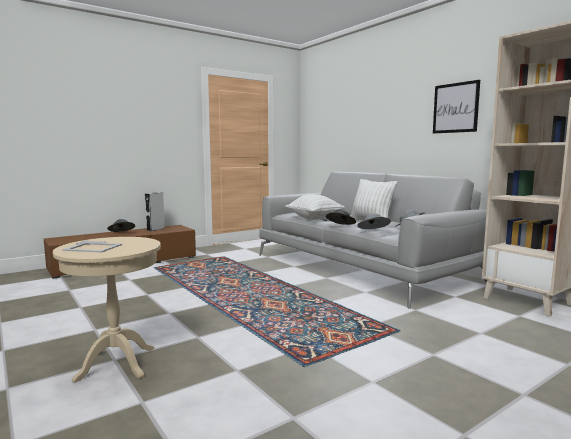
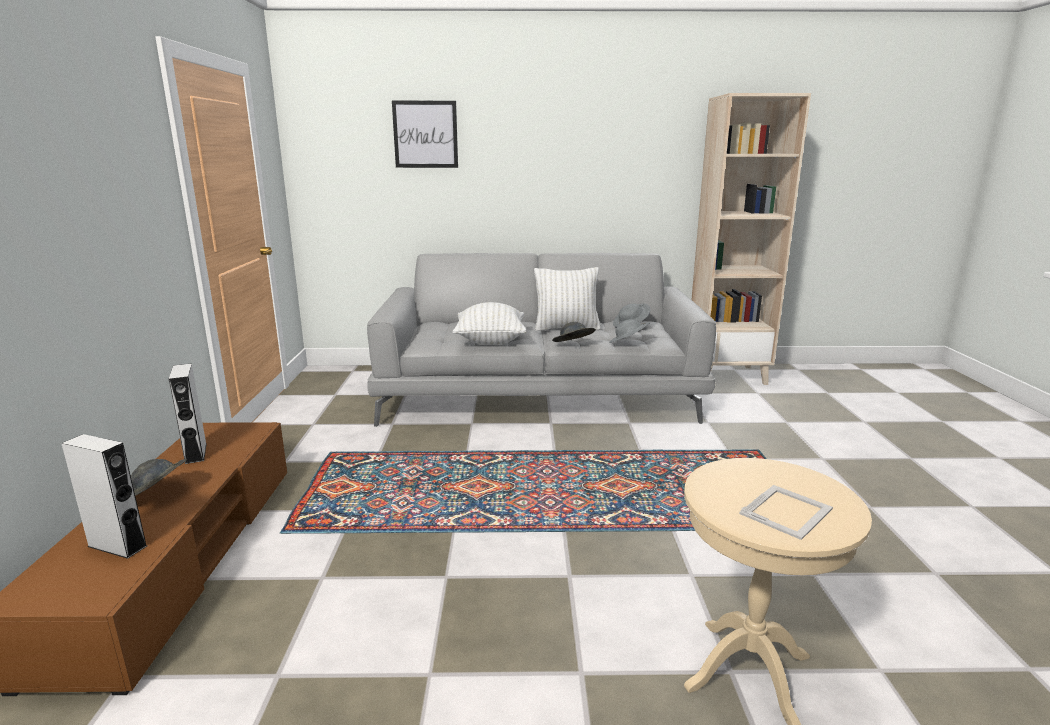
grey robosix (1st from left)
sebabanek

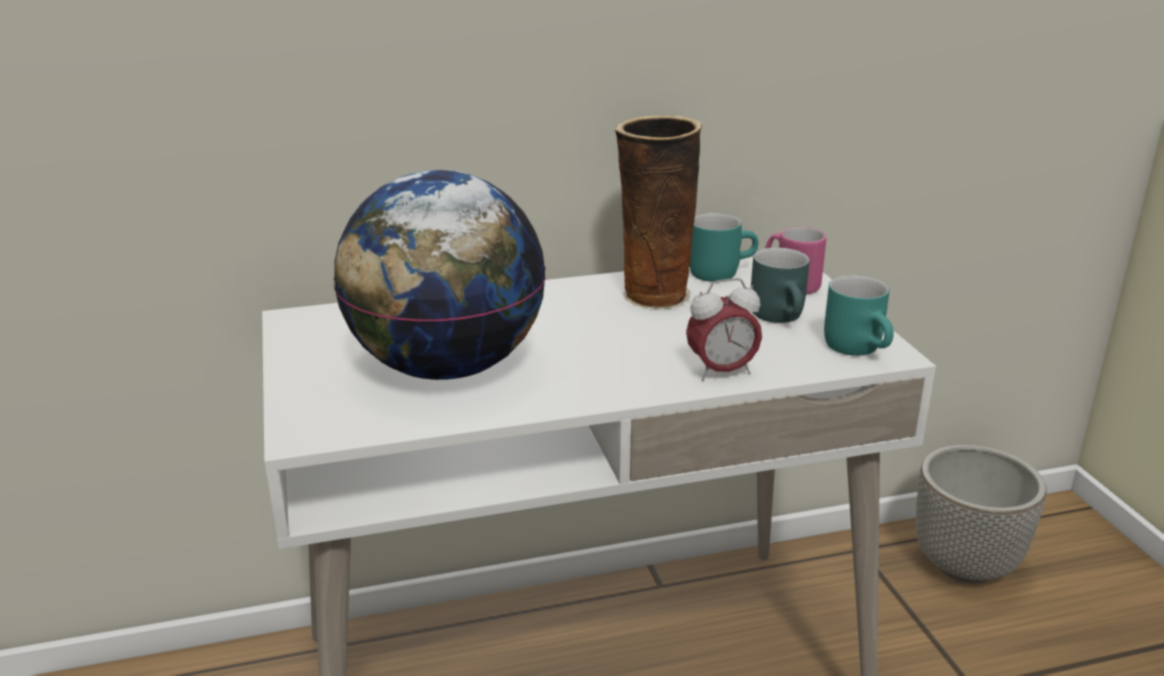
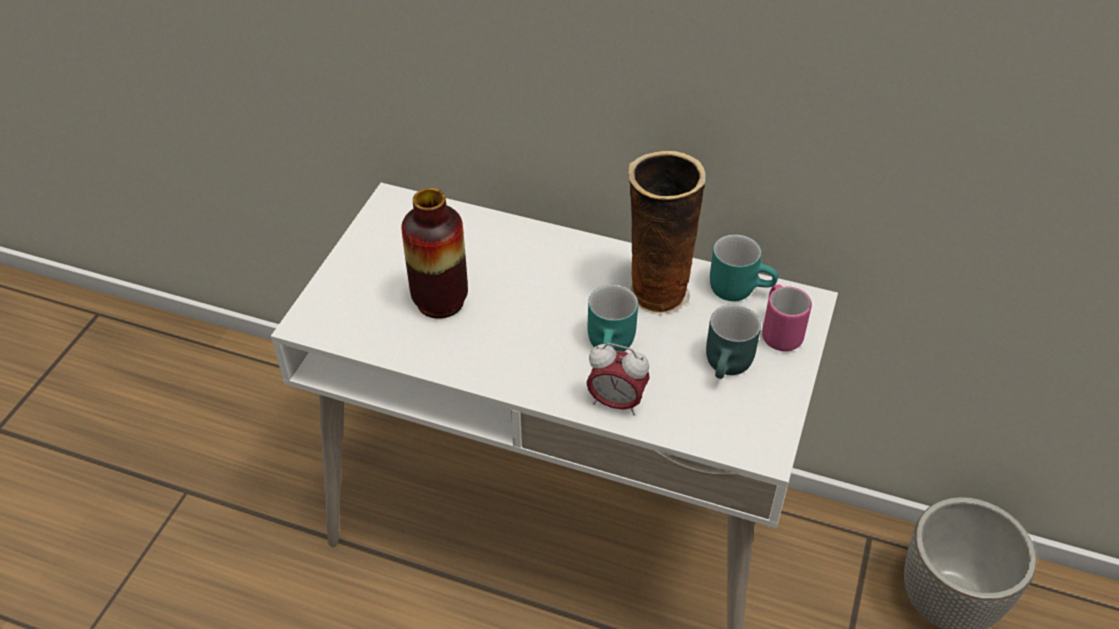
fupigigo (1st from left)
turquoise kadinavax (1st from left)

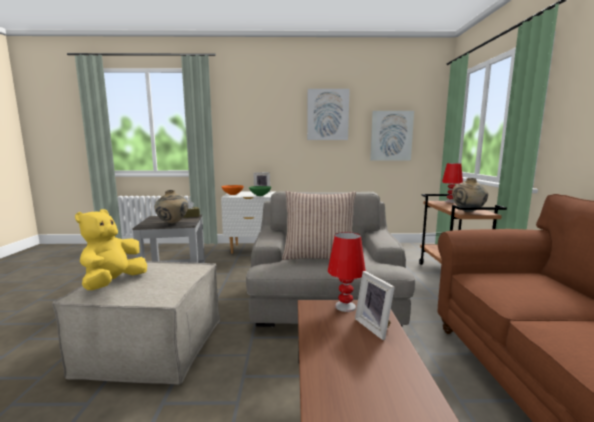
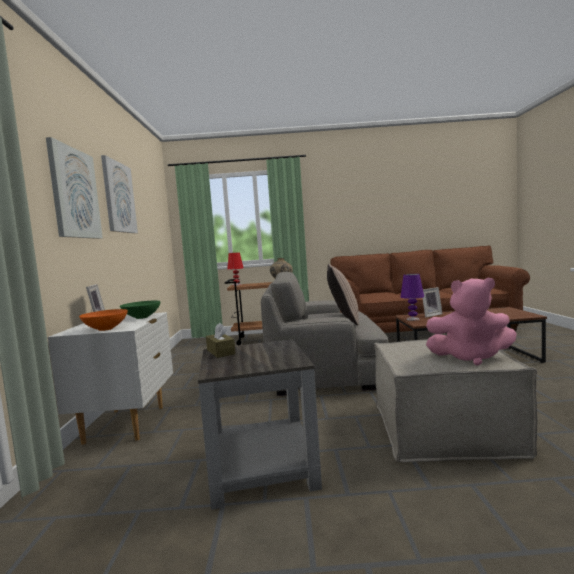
sebabanek (1st from left)
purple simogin
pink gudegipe
beige fupigigo (1st from left in the first image)

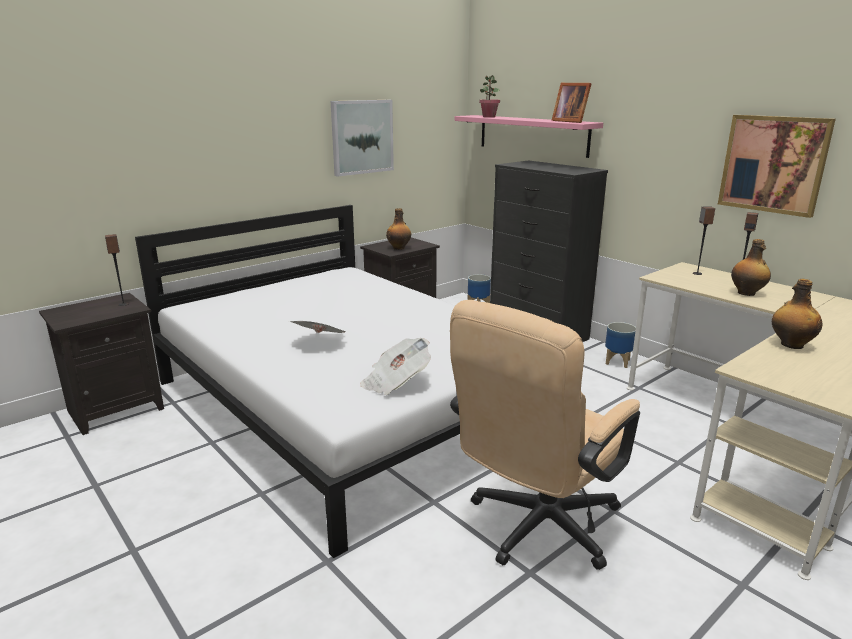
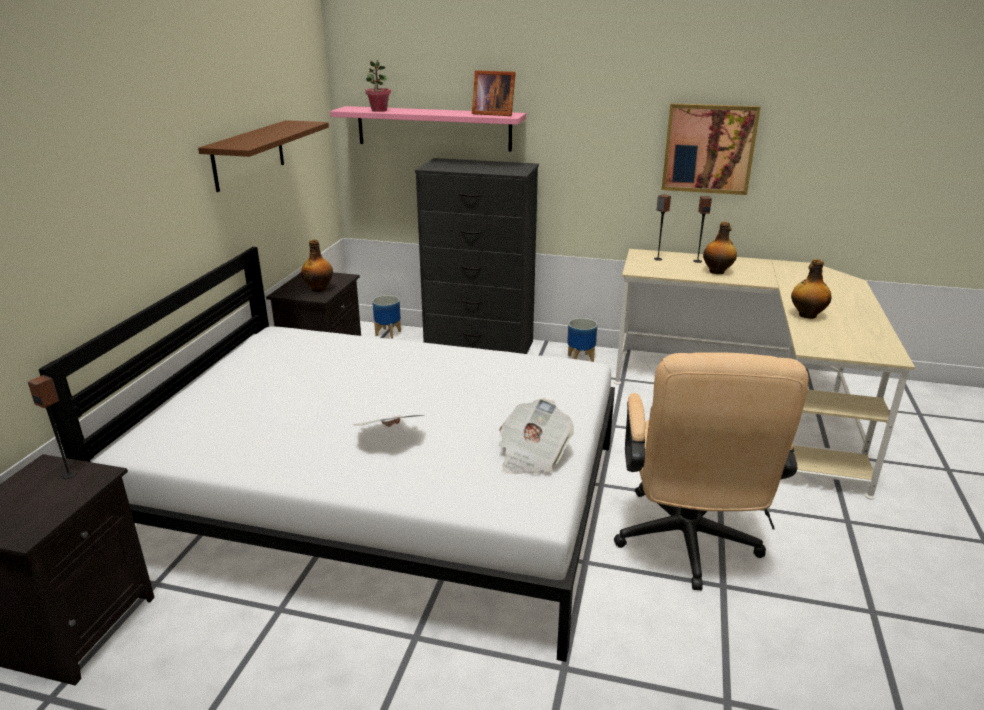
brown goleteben

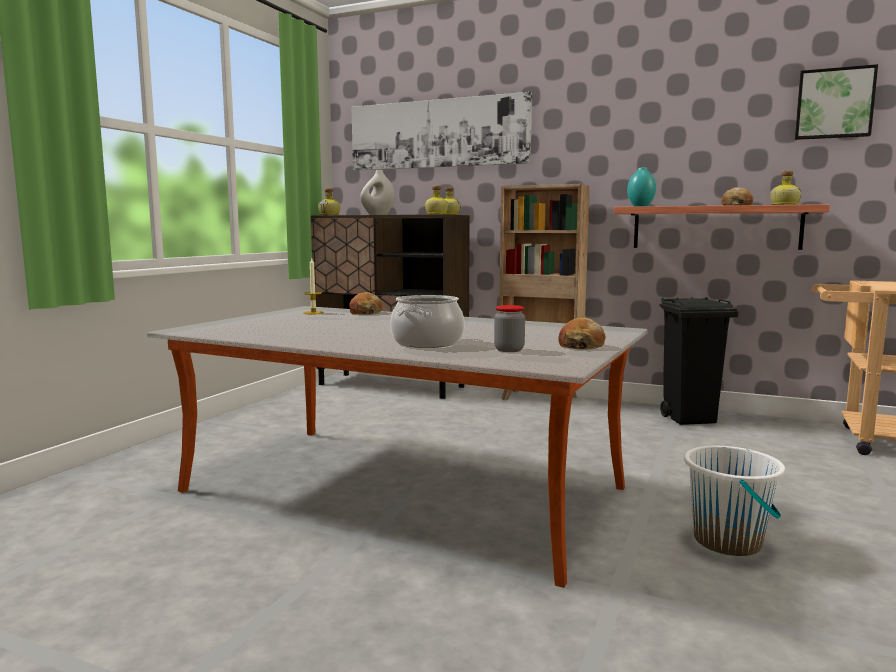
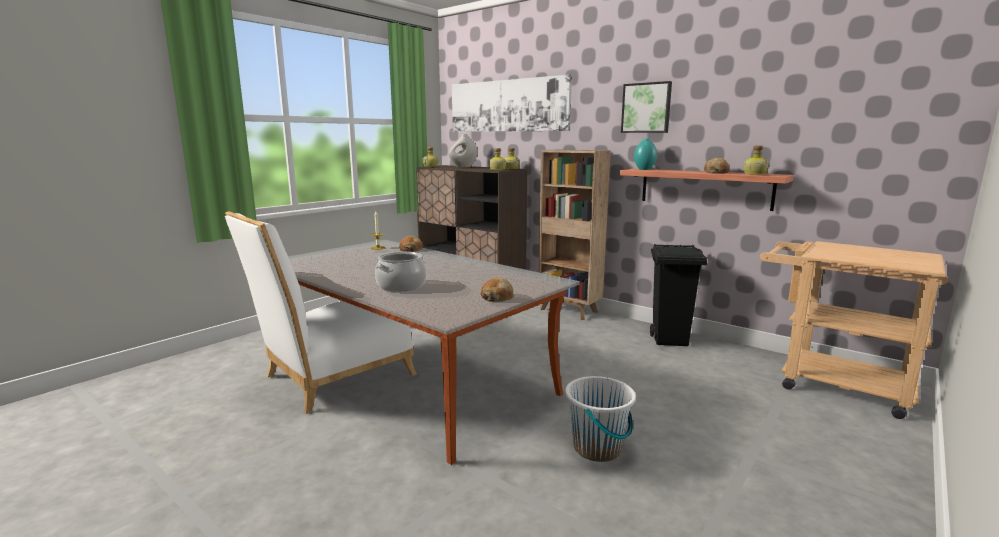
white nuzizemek
sebabanek (2nd from left)
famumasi

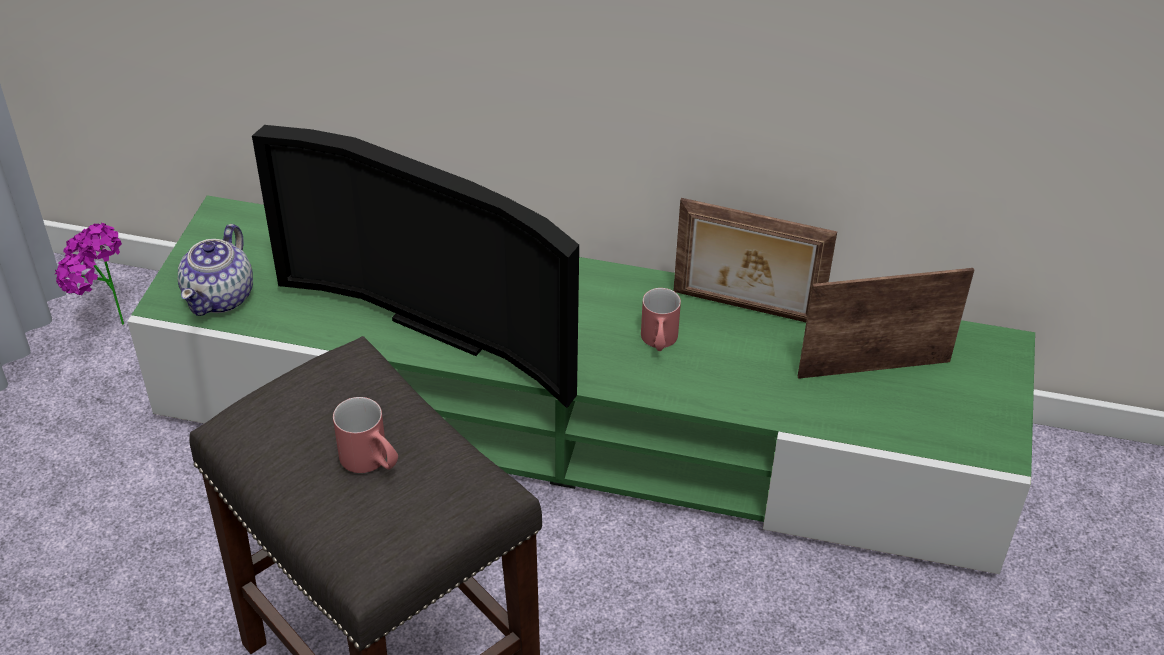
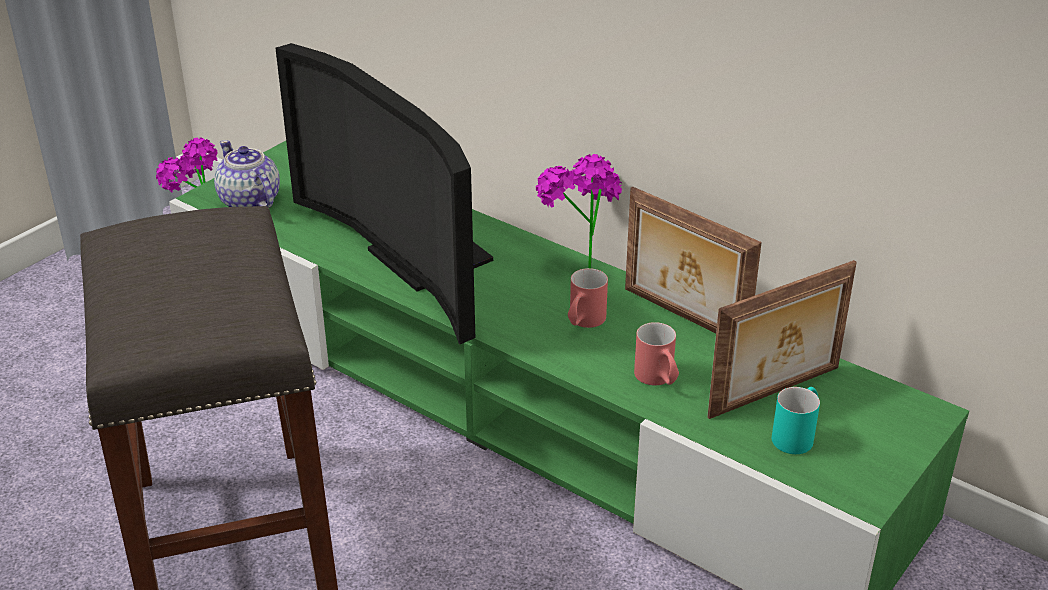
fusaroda
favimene (2nd from left)
red kadinavax (2nd from left)
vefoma (2nd from left)
turquoise kadinavax

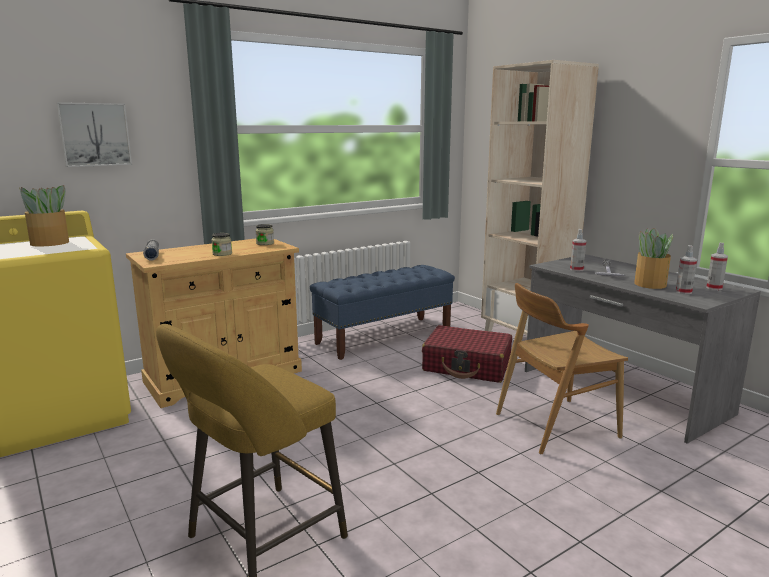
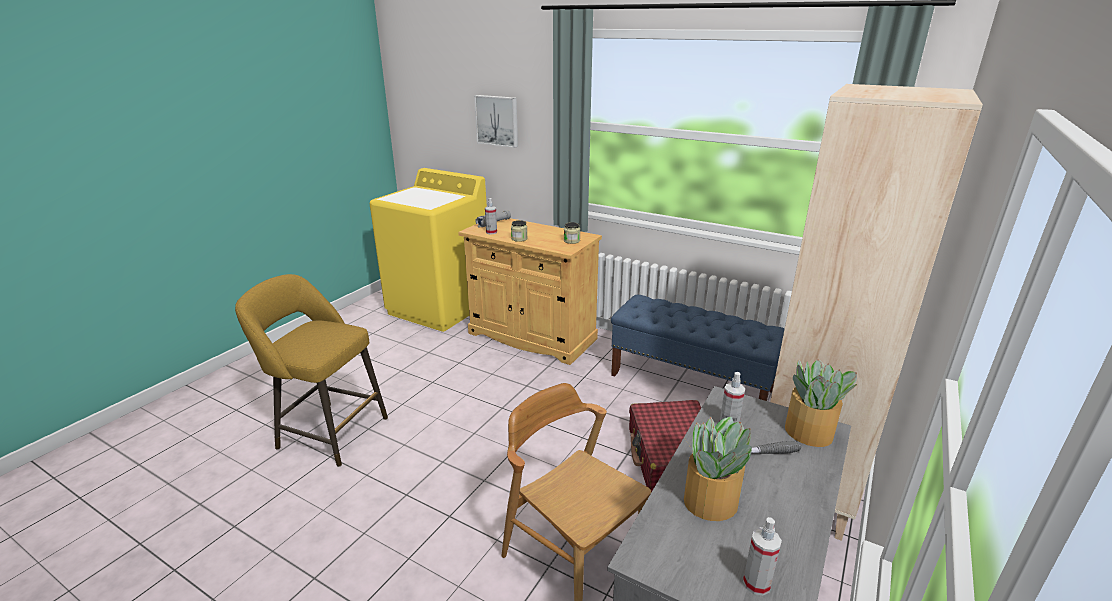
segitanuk (1st from left)
favimene (2nd from left)

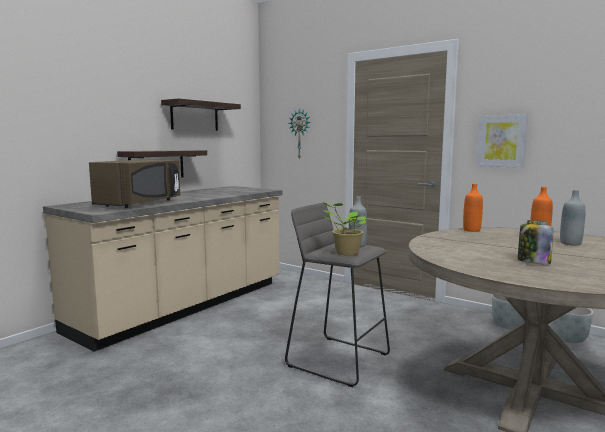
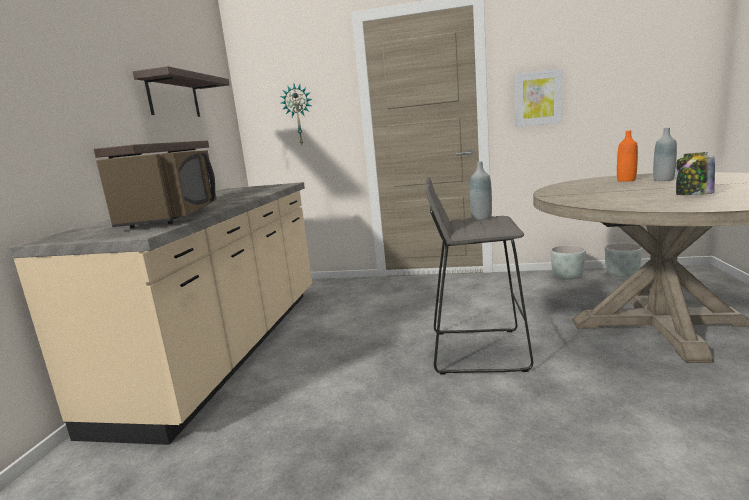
favimene
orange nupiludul (1st from left in the first image)

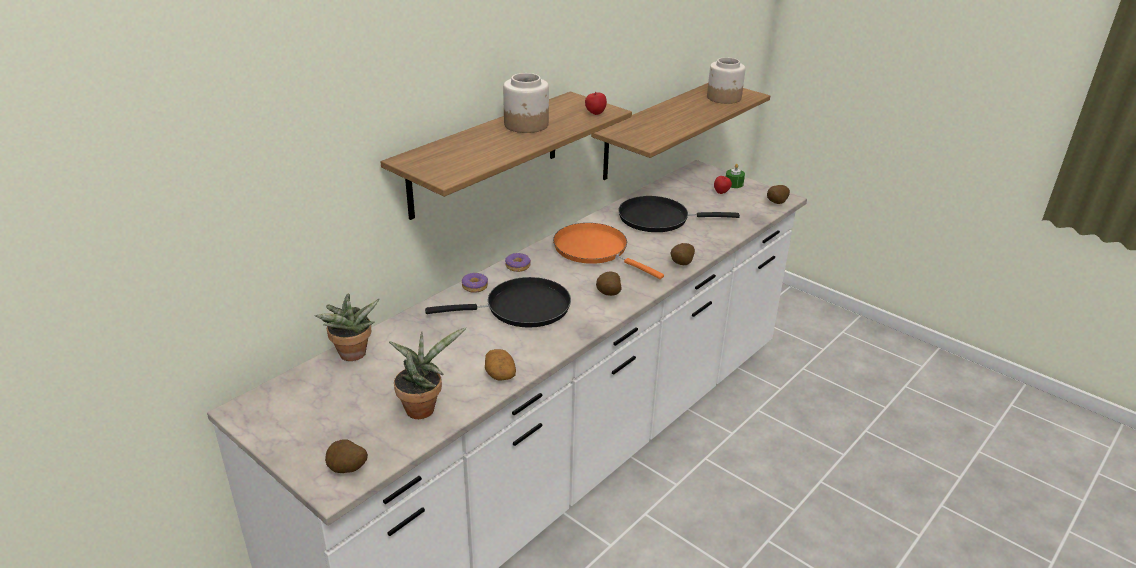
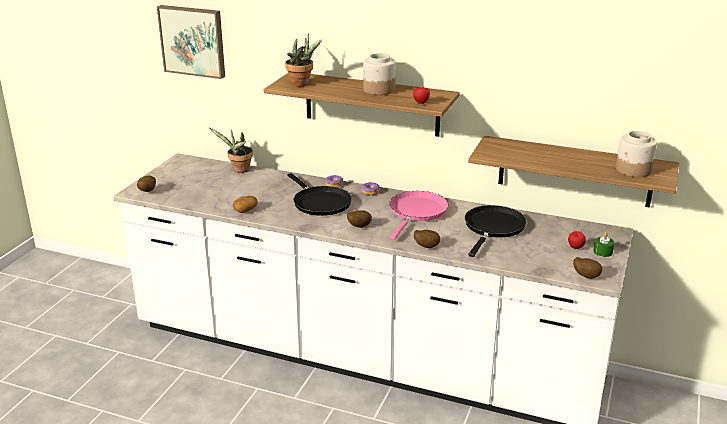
sebabanek
favimene (2nd from left)
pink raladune
black raladune (2nd from left)

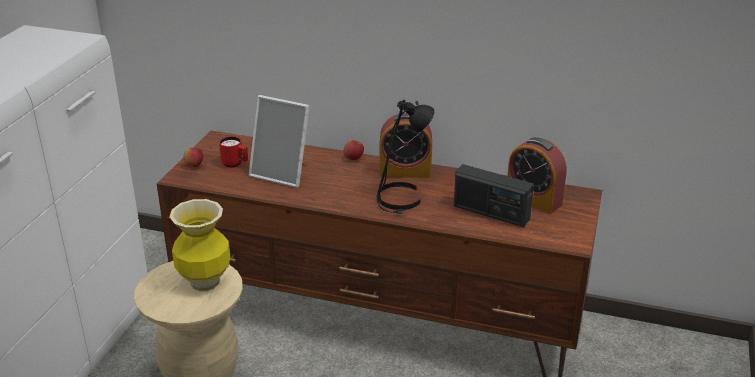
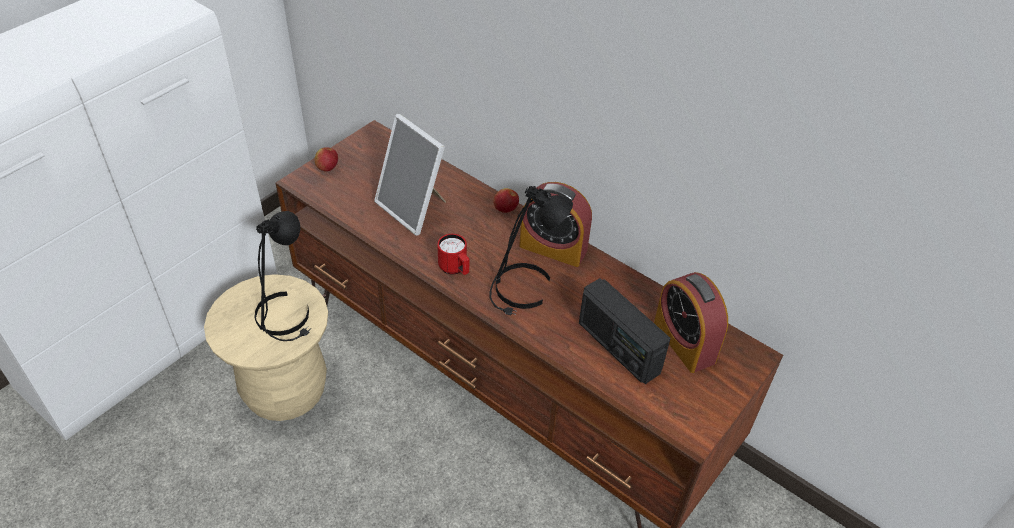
black simogin (1st from left)
red kadinavax

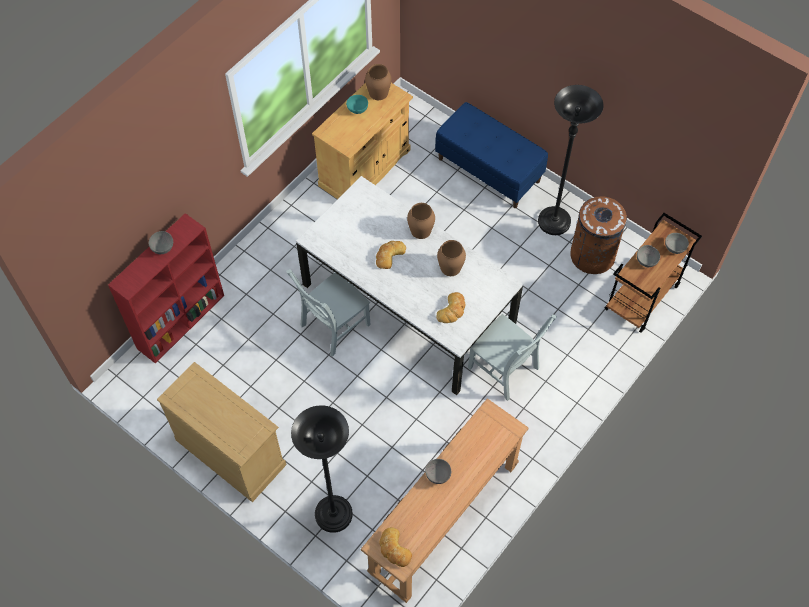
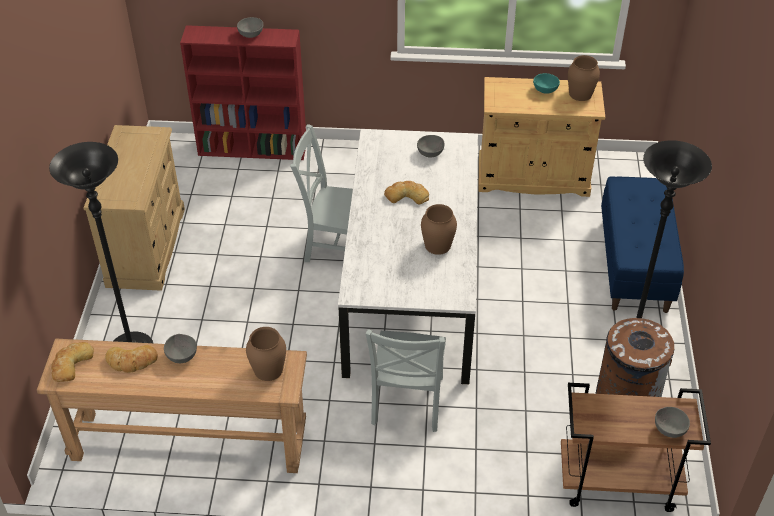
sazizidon (2nd from left)
brown fupigigo (1st from left)
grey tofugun (3rd from left)

